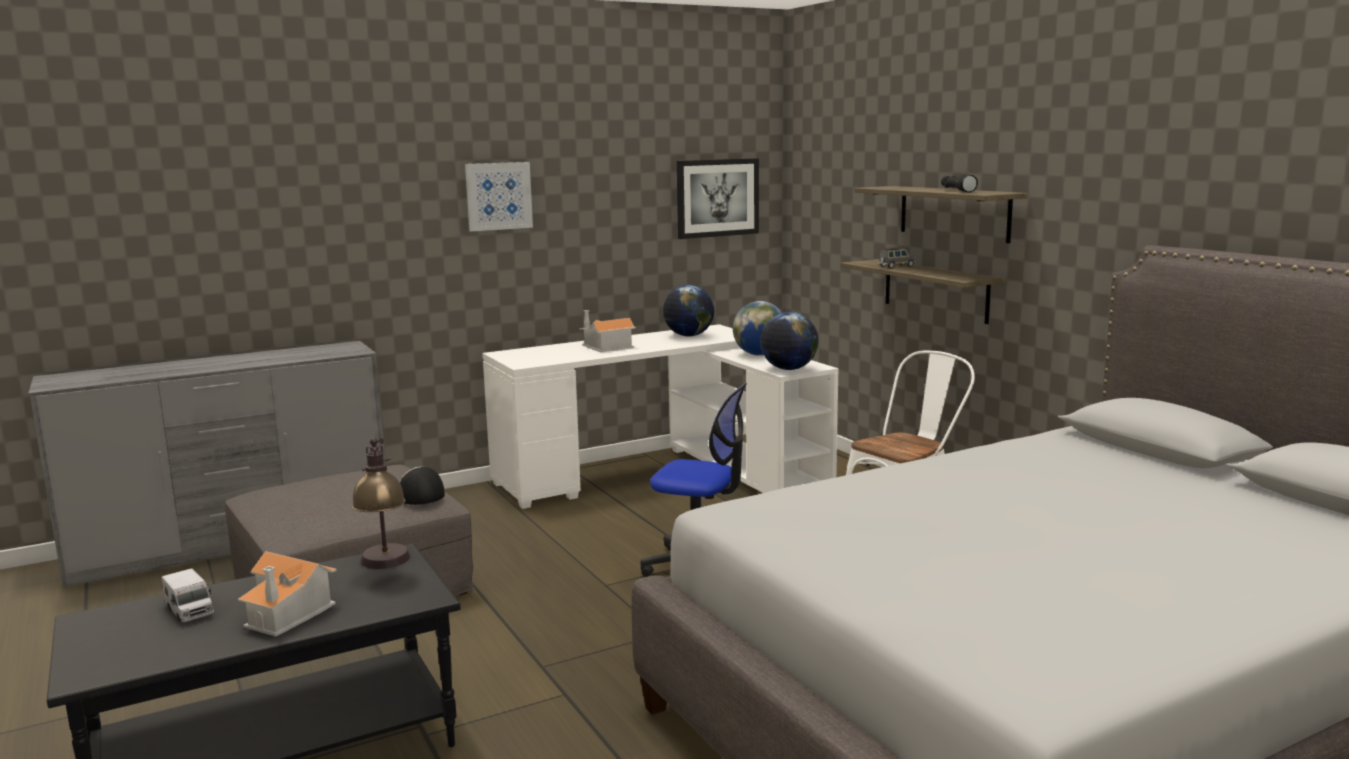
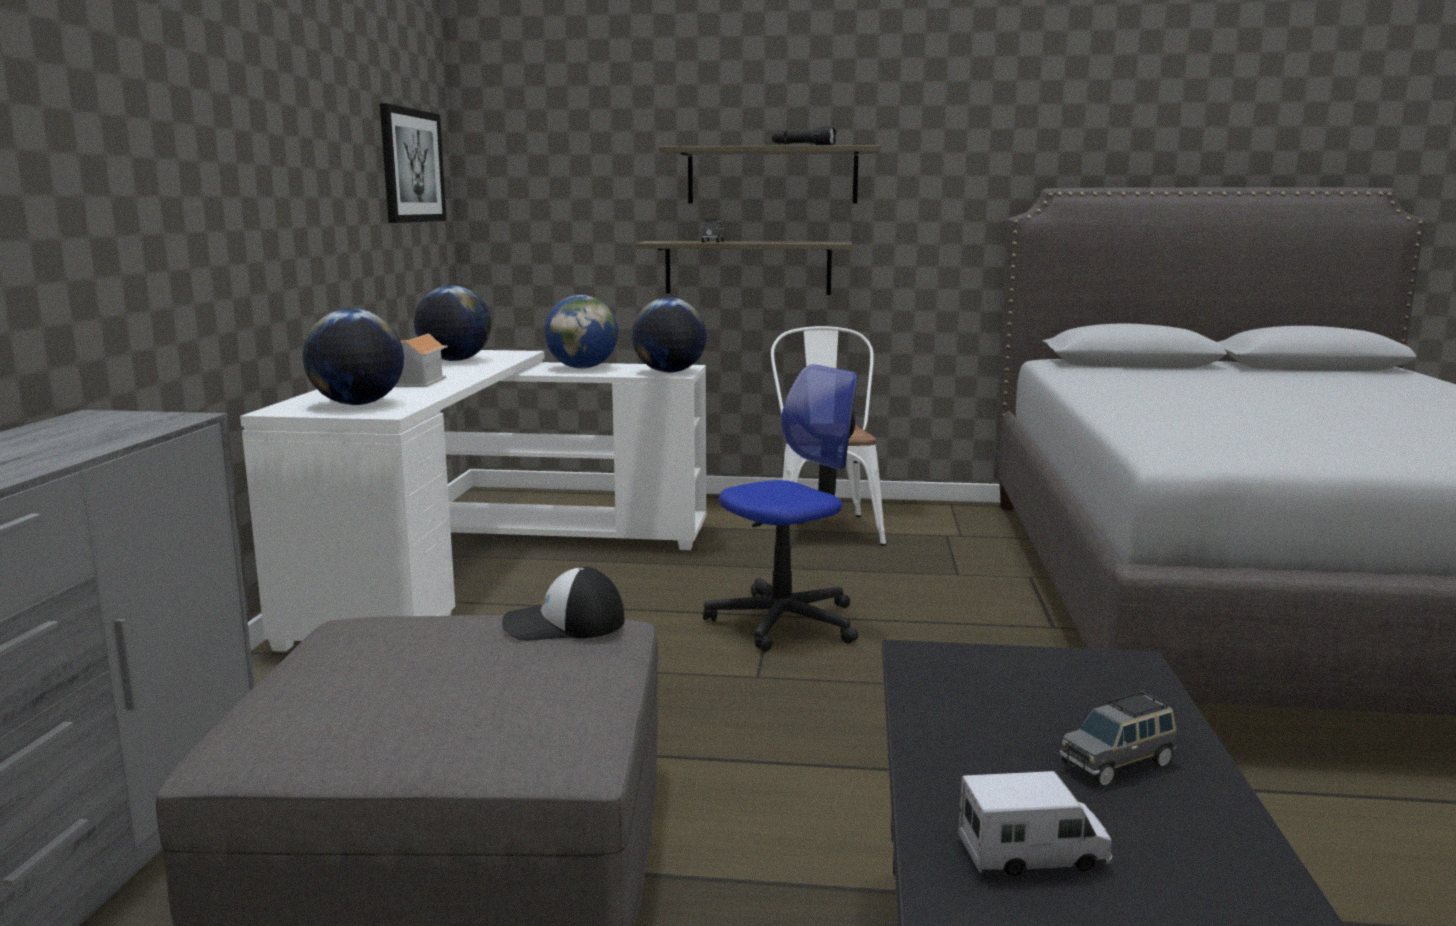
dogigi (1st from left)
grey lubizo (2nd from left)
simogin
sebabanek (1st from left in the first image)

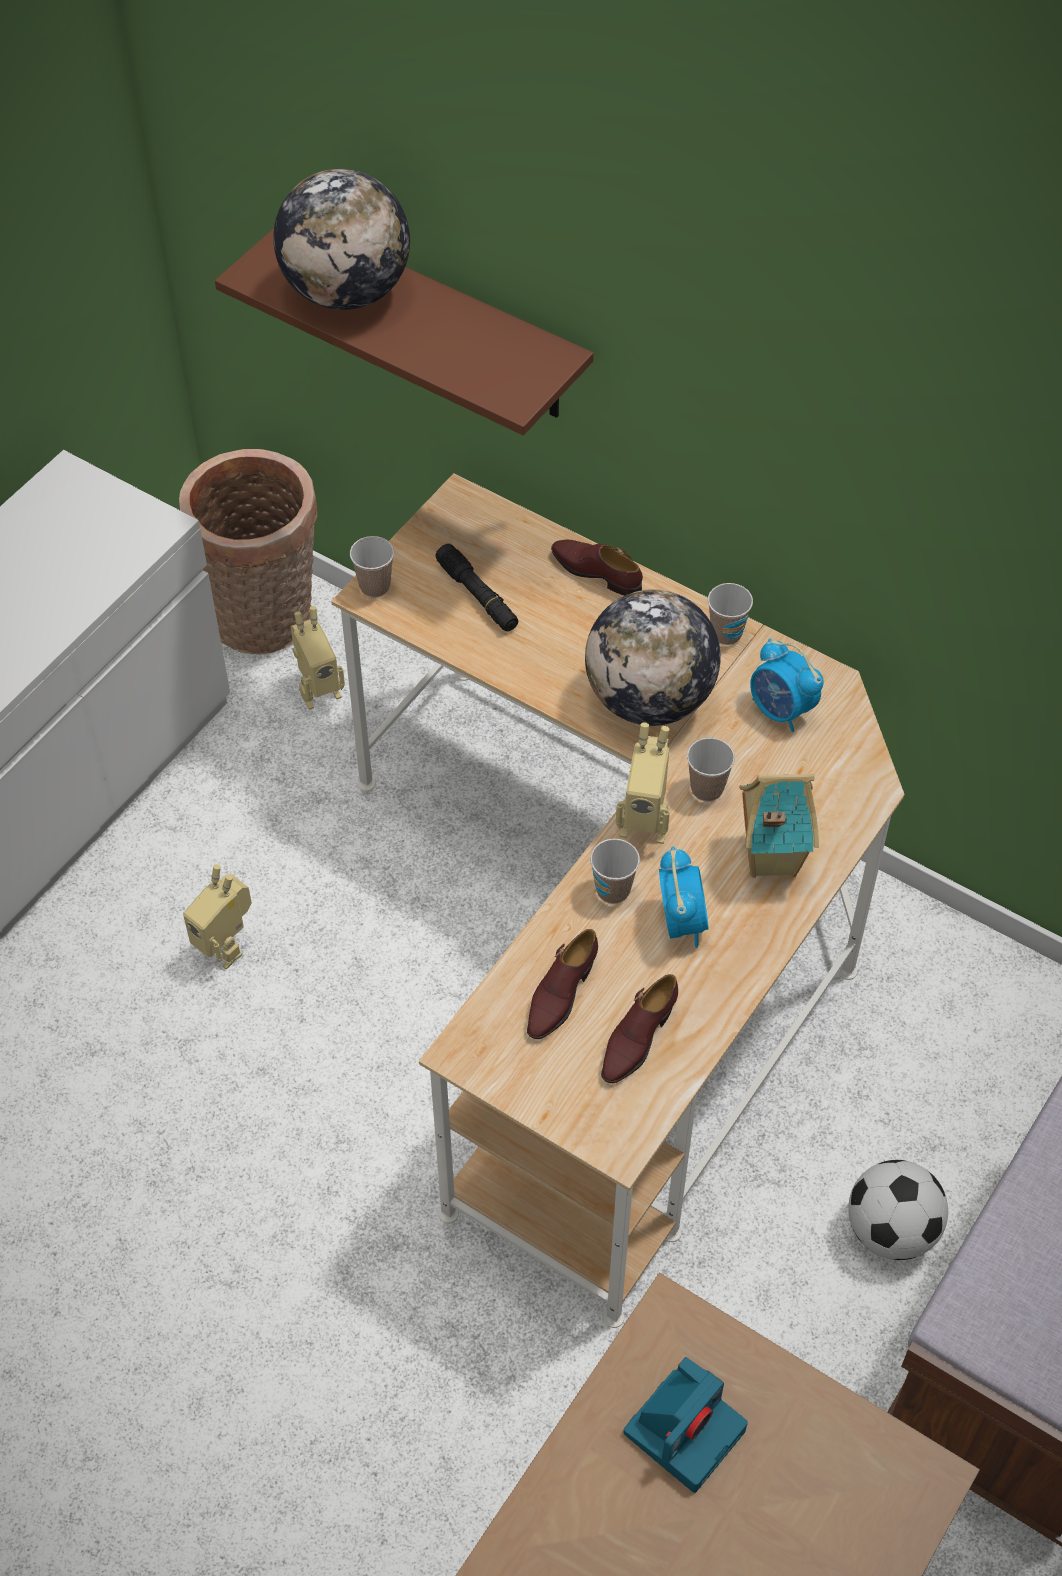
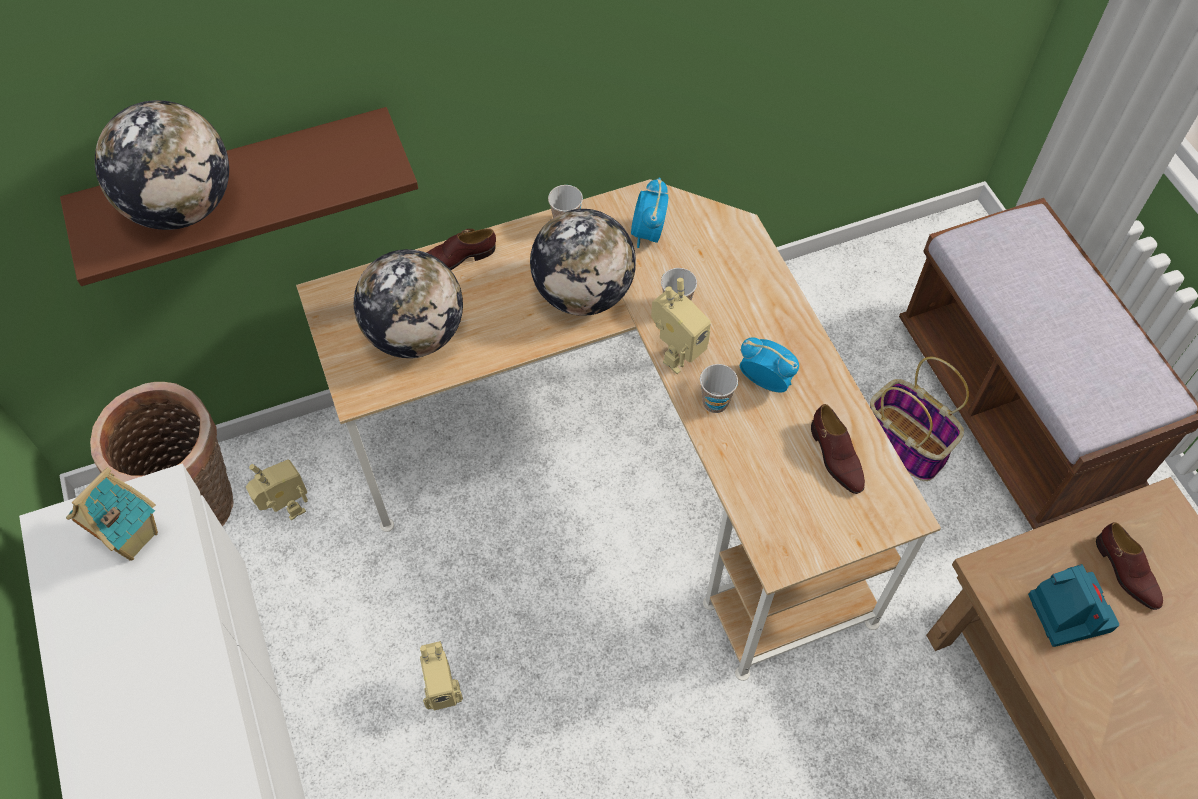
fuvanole
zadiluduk (1st from left)
dogigi (2nd from left)
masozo (1st from left)
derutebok (2nd from left)
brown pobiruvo (3rd from left)
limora (1st from left in the first image)

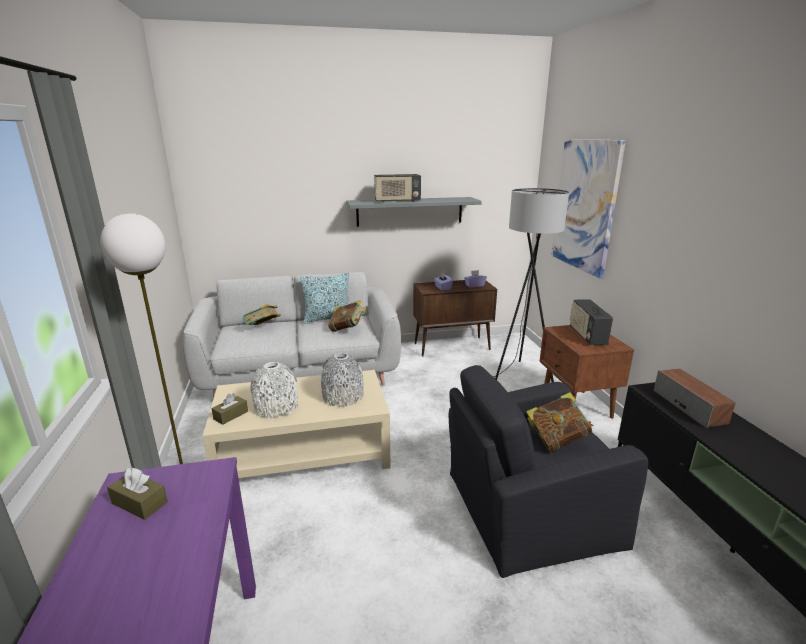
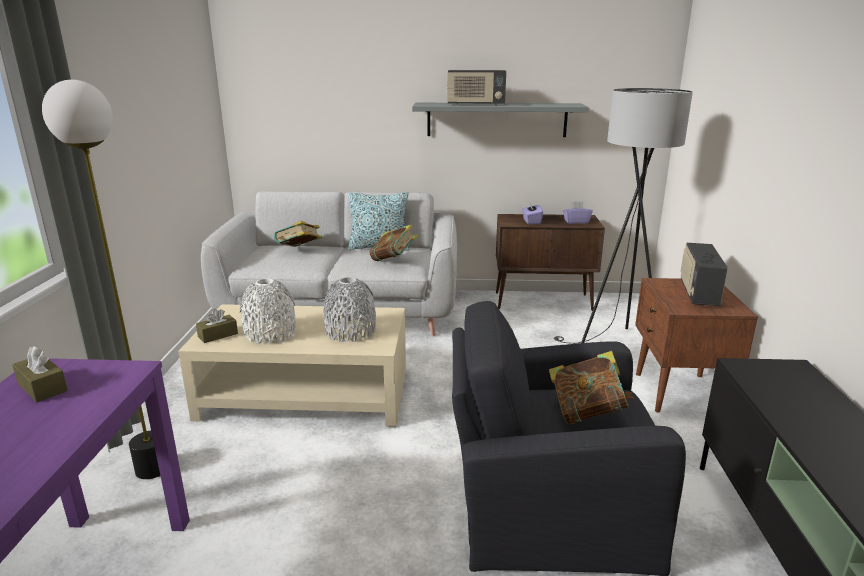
sebabanek
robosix

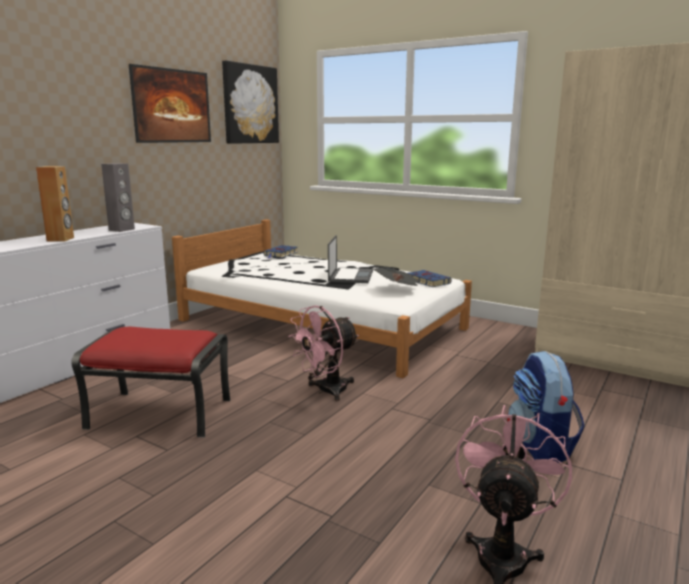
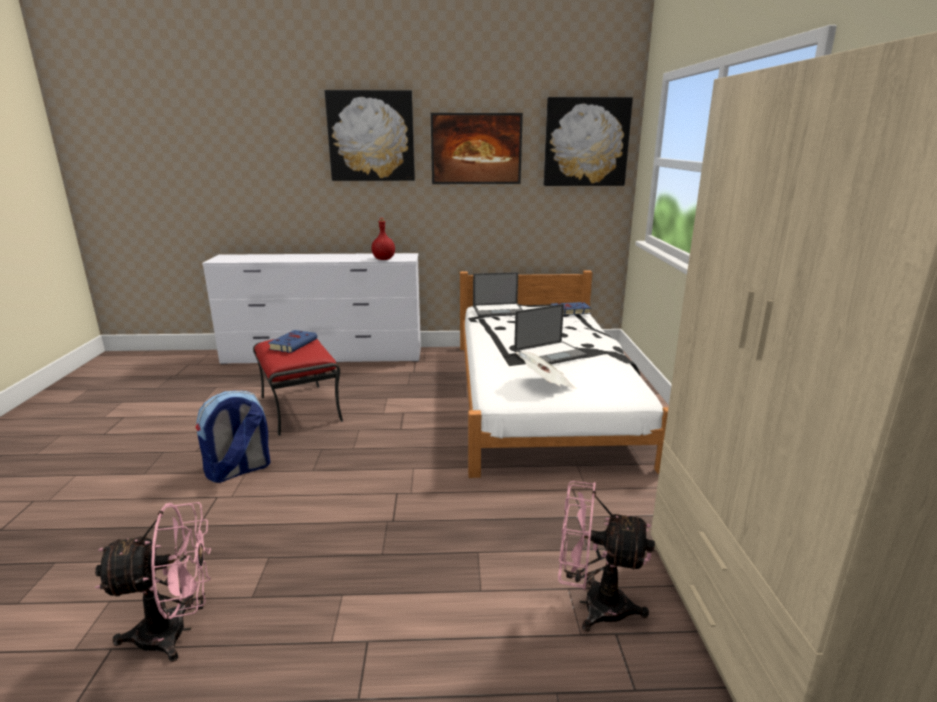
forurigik
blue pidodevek (1st from left)
sebabanek (1st from left)
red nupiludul
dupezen (1st from left)
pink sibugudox (2nd from left)
brown robosix

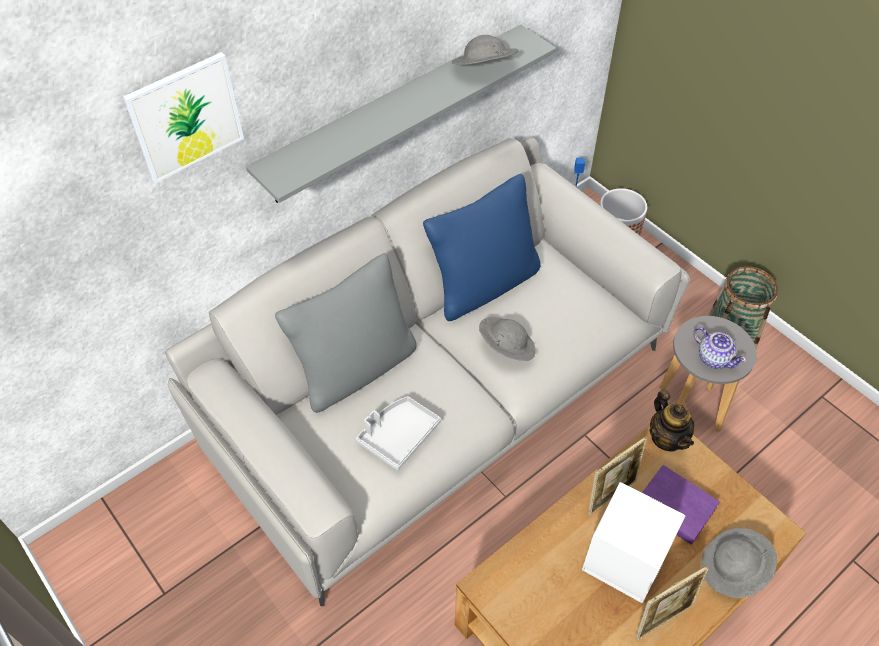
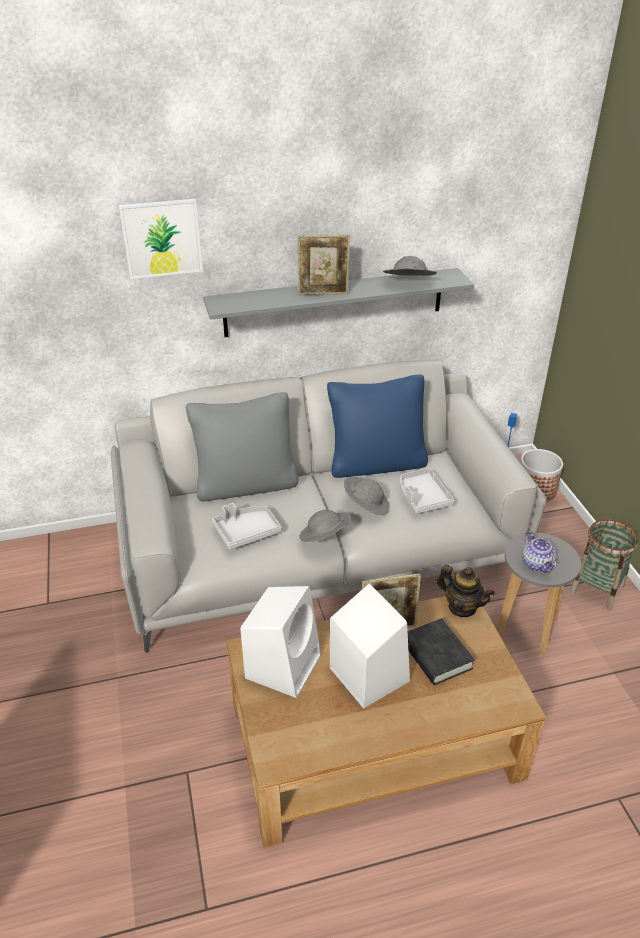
white robosix (1st from left)
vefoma (1st from left)
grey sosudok (1st from left)
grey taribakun (2nd from left)
black pidodevek
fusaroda (1st from left)

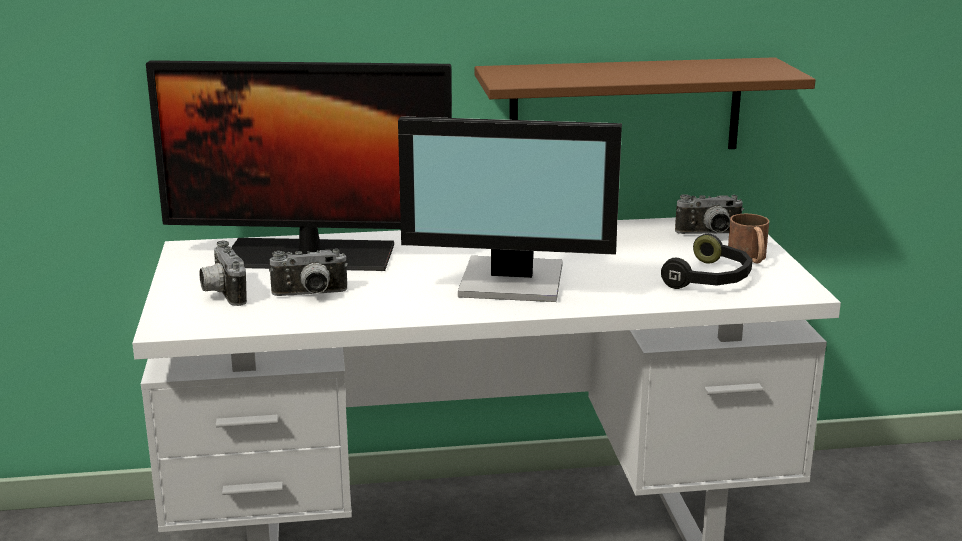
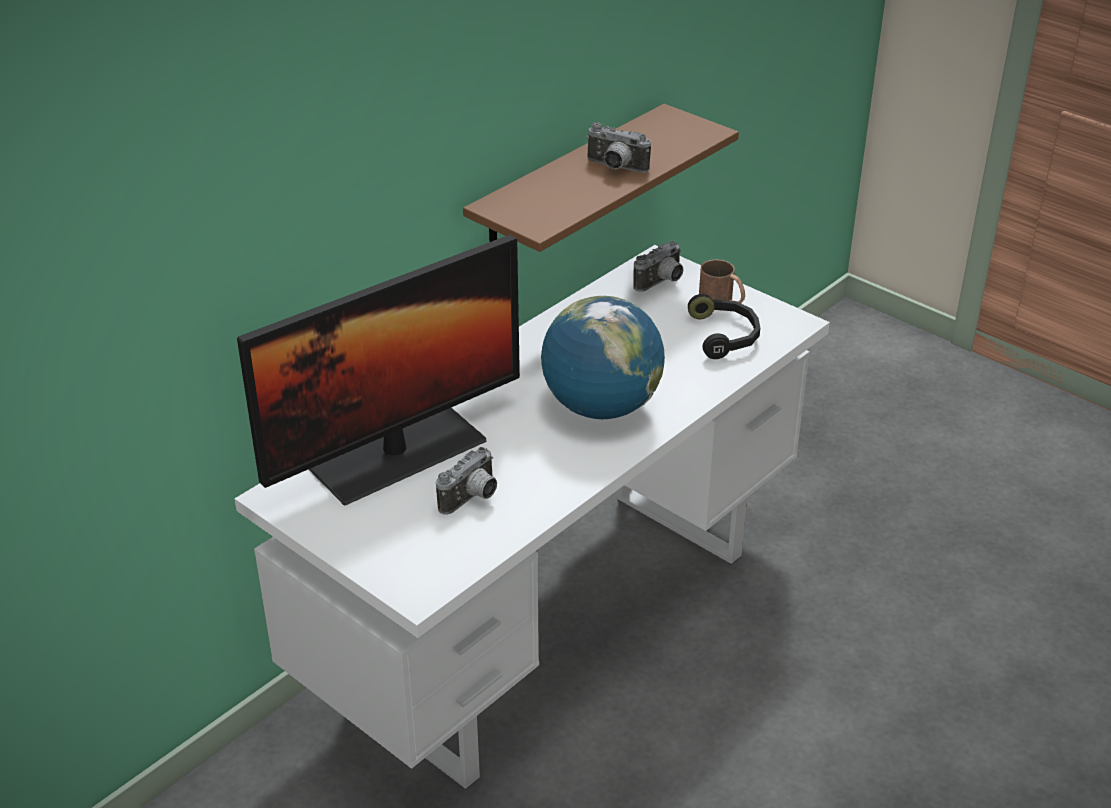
dogigi
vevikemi (2nd from left)

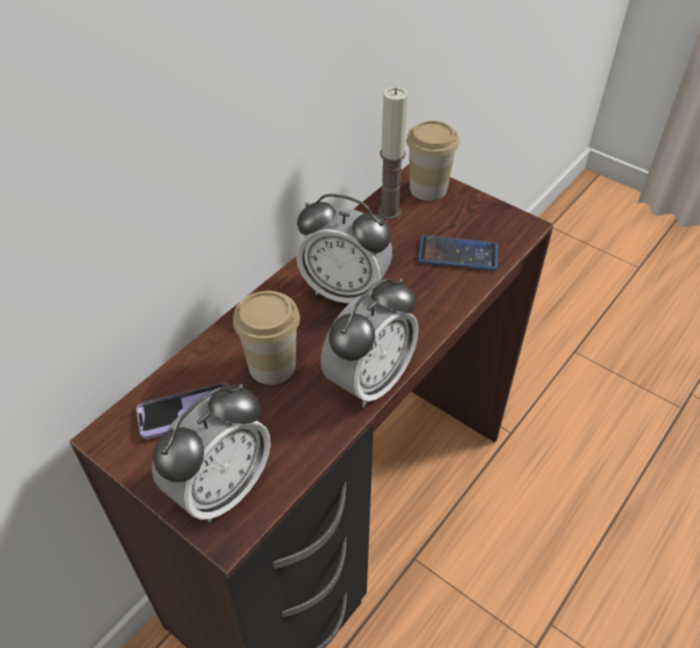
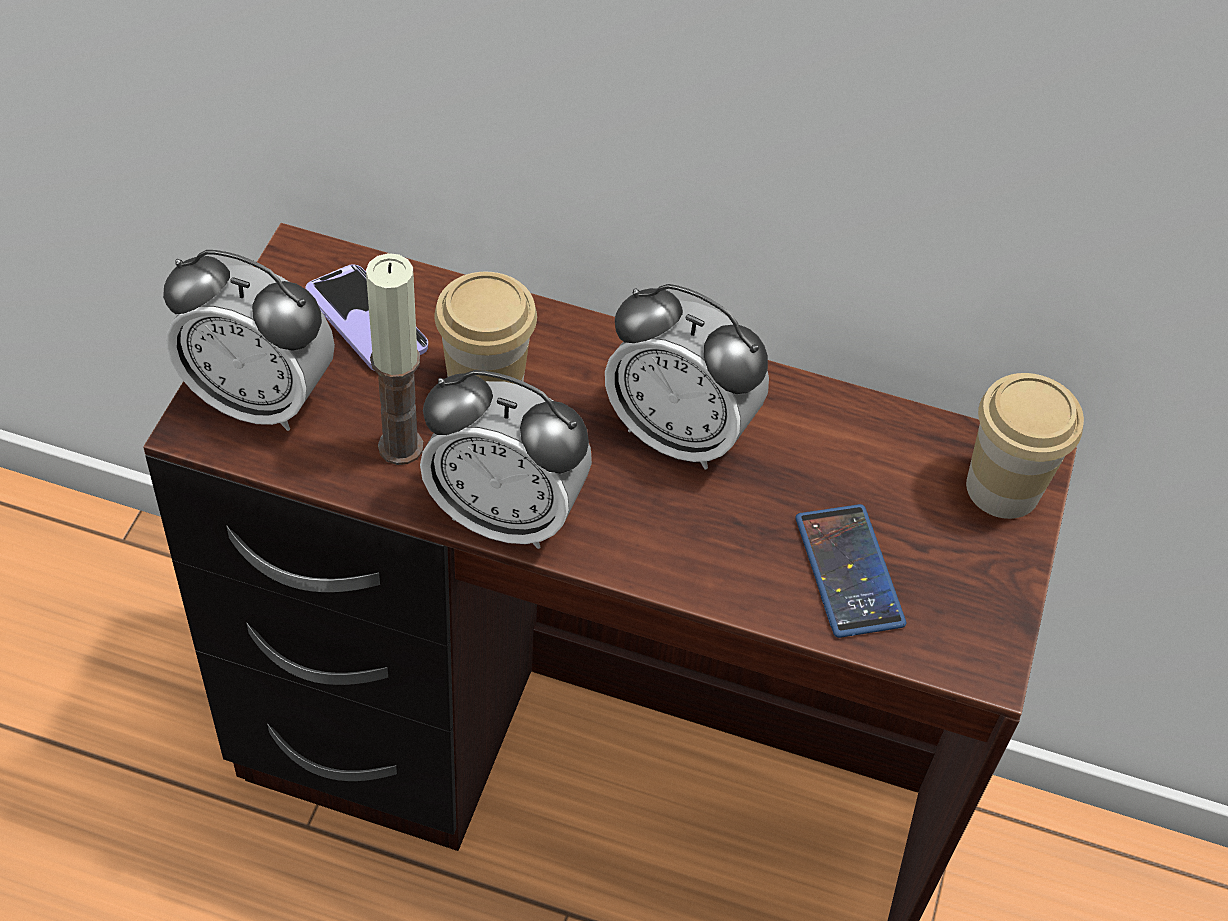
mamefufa
masozo (3rd from left)

